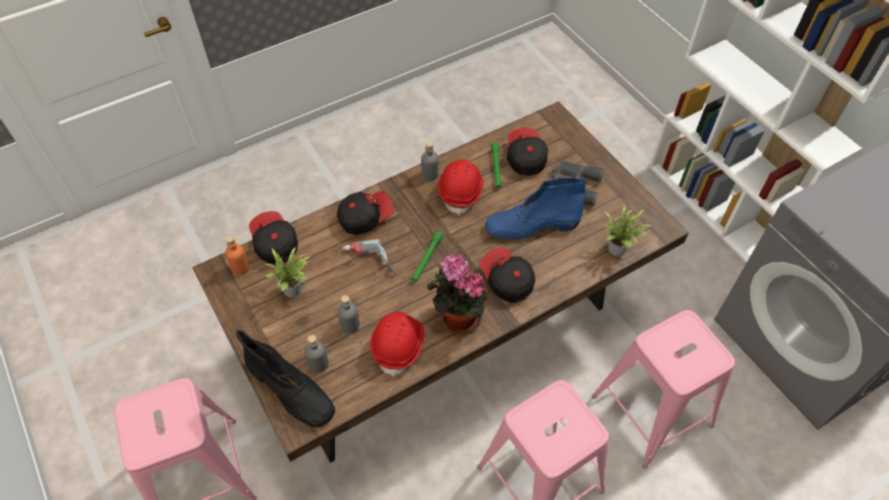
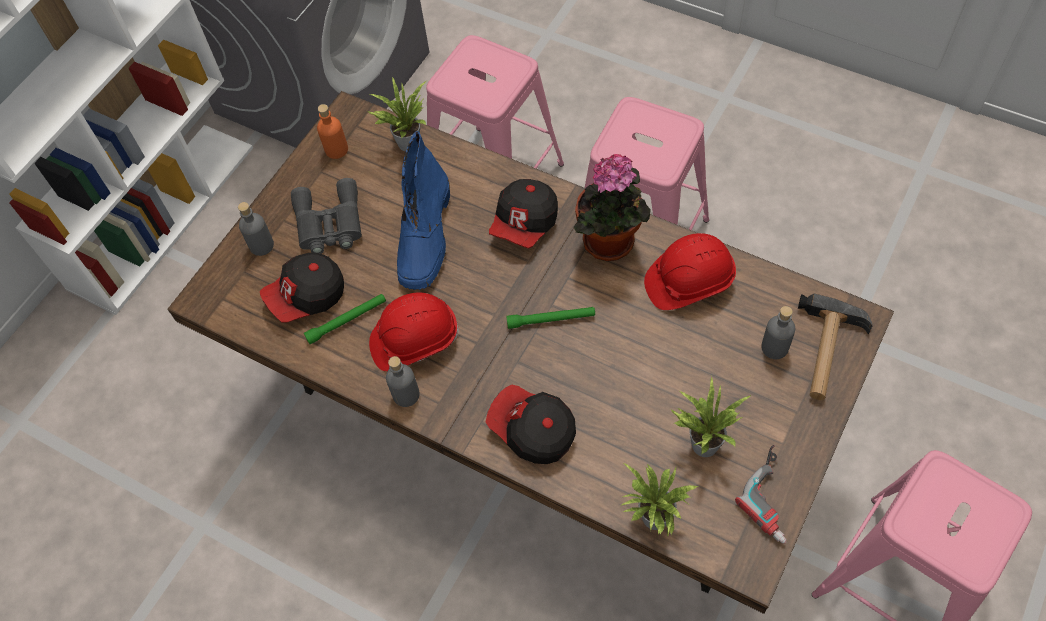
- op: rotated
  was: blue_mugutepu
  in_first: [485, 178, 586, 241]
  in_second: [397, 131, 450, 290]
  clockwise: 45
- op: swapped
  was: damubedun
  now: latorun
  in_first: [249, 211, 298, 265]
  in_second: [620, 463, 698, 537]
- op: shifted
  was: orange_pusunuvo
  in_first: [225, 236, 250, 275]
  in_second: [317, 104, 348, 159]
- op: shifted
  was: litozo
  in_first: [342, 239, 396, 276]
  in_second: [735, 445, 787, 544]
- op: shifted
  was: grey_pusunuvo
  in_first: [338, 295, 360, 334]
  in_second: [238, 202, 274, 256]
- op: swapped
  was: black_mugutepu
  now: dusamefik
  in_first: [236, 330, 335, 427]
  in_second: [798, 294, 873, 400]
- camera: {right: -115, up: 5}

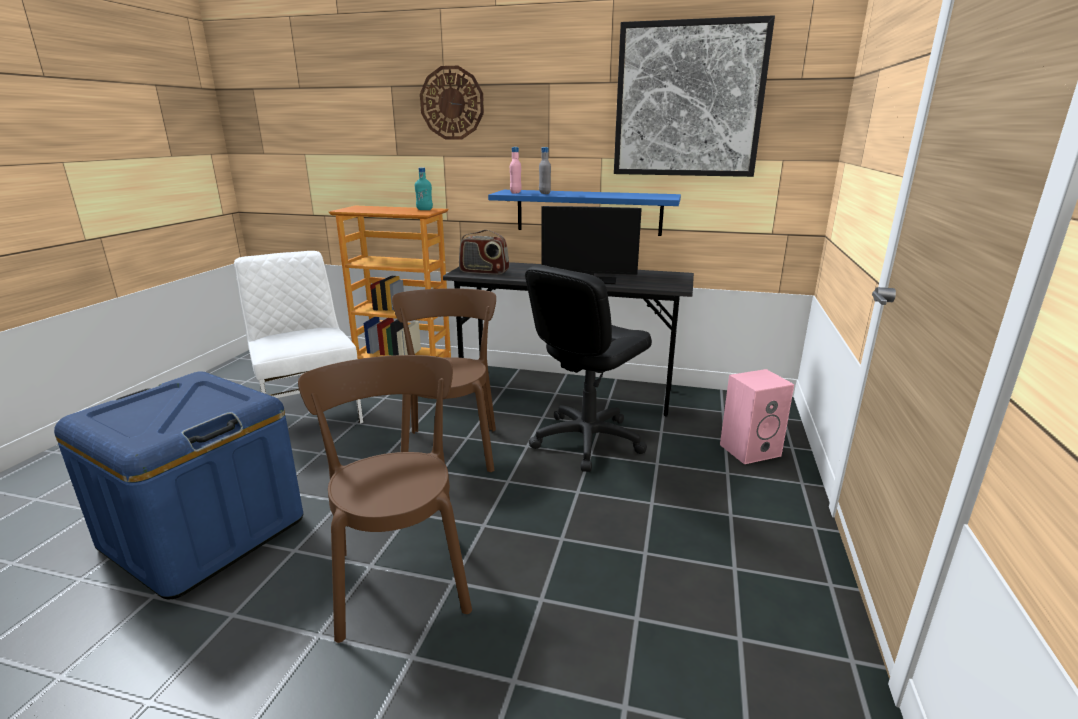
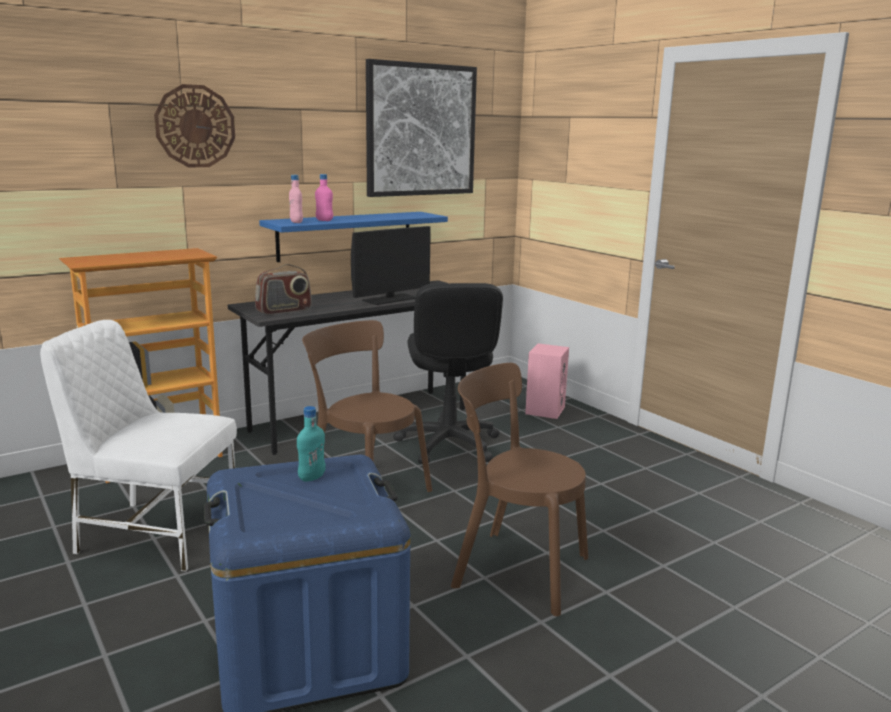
- op: repainted
  was: grey_pusunuvo
  now: pink_pusunuvo
  in_first: [539, 147, 551, 194]
  in_second: [315, 174, 333, 221]
- op: shifted
  was: turquoise_pusunuvo
  in_first: [415, 167, 433, 210]
  in_second: [297, 406, 326, 482]
- camera: {right: -50, up: -5}

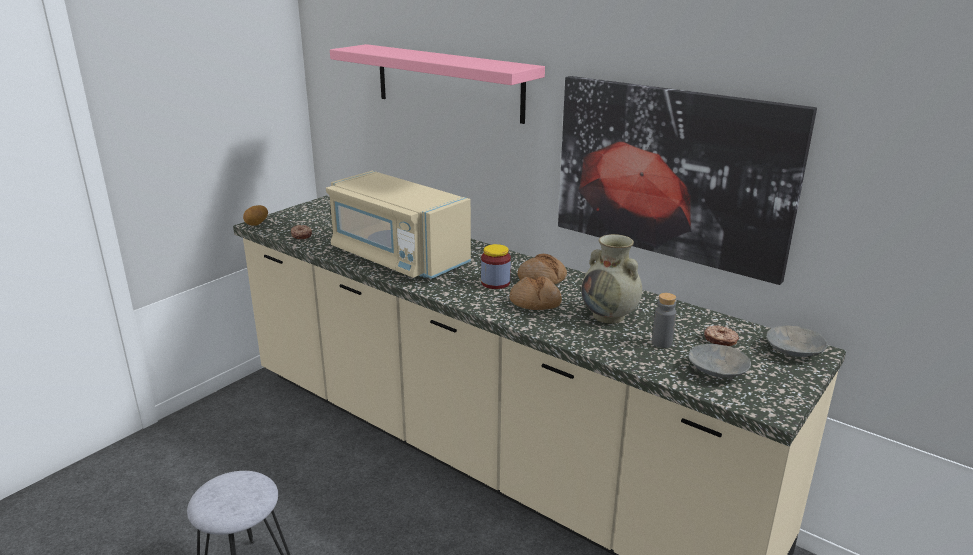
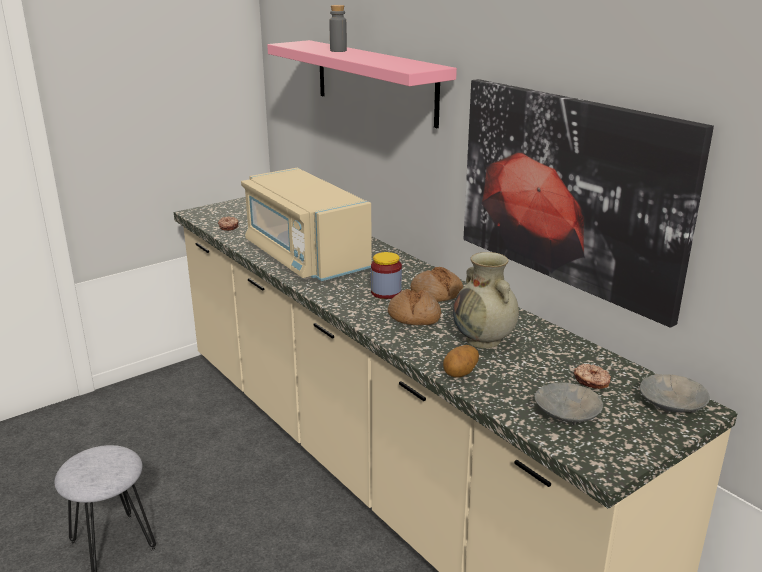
- op: shifted
  was: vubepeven
  in_first: [243, 205, 268, 226]
  in_second: [443, 345, 479, 378]
- op: shifted
  was: grey_pusunuvo
  in_first: [652, 293, 676, 348]
  in_second: [329, 5, 347, 52]
- camera: {right: 15, up: 0}

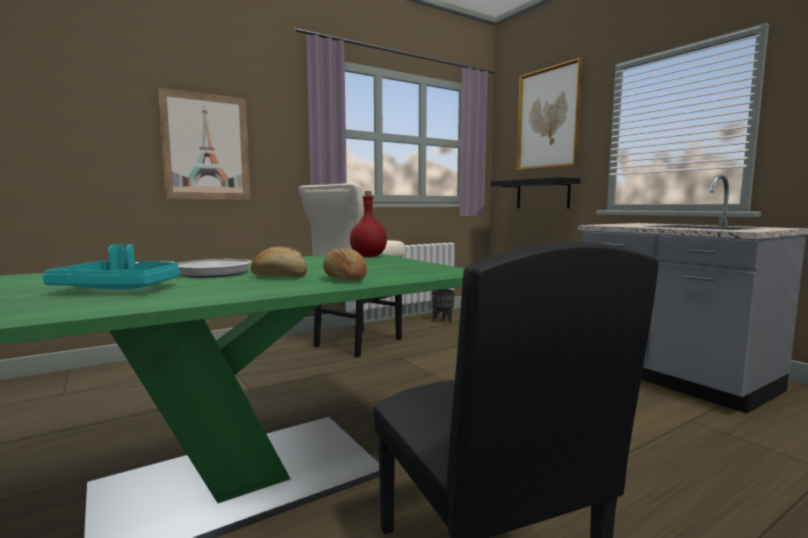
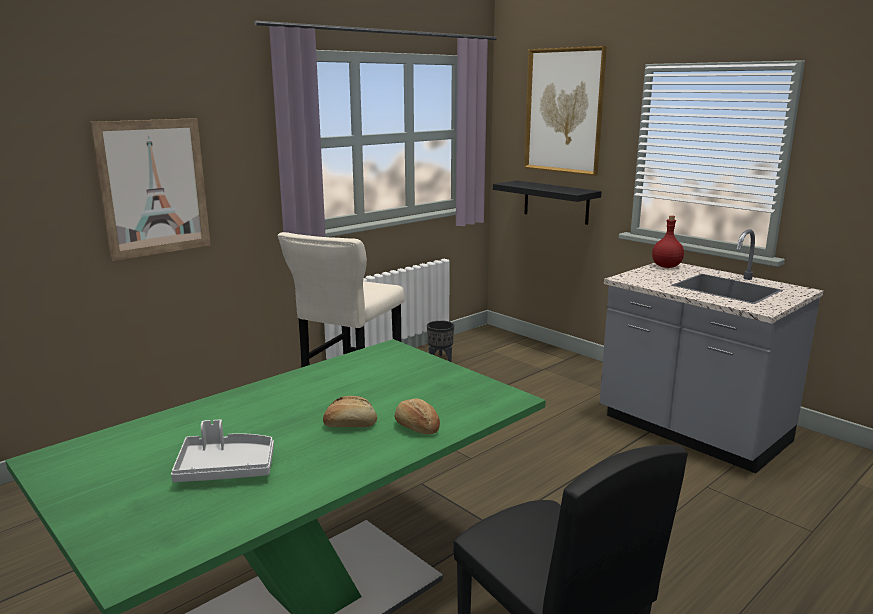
- op: shifted
  was: red_pusunuvo
  in_first: [350, 191, 387, 257]
  in_second: [652, 215, 684, 268]
- op: repainted
  was: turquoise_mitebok
  now: grey_mitebok
  in_first: [43, 245, 180, 289]
  in_second: [171, 419, 274, 482]
- op: gone
  was: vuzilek
  in_first: [135, 259, 251, 278]
- camera: {right: -10, up: 10}

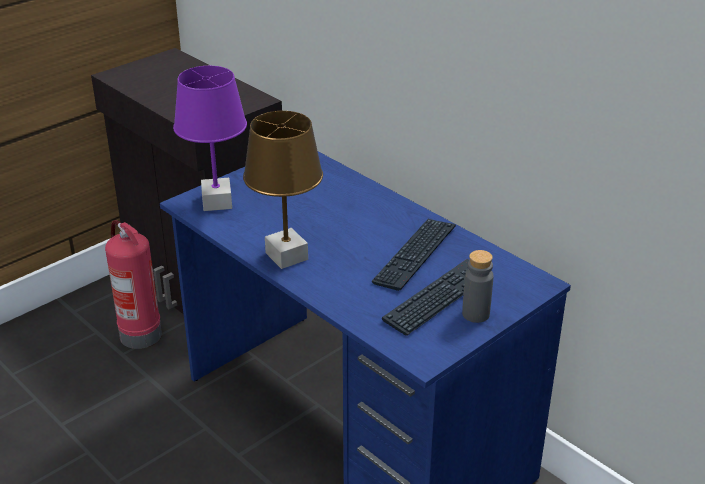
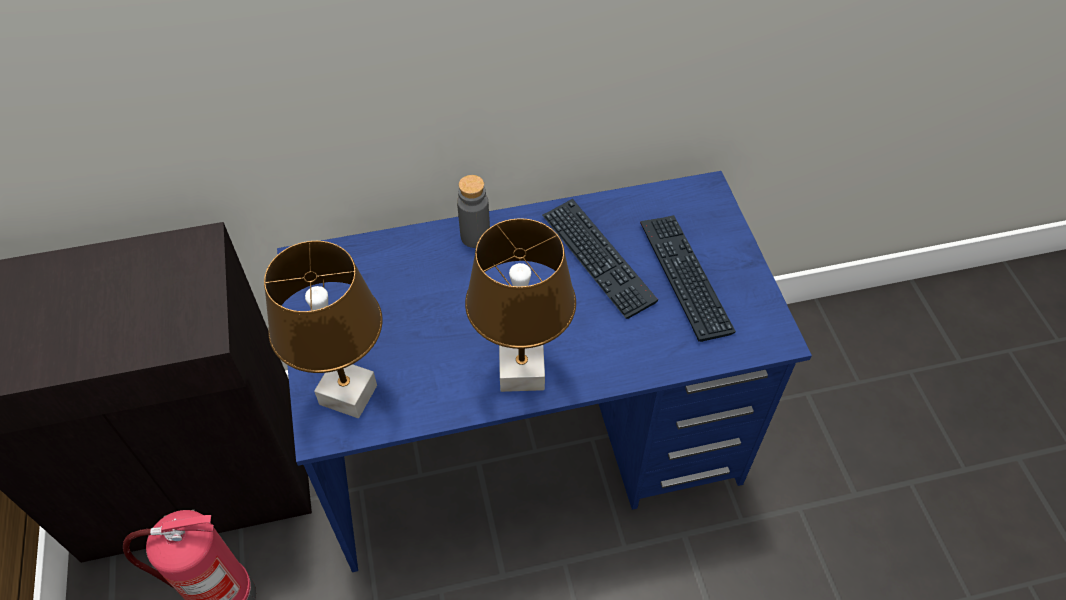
- op: repainted
  was: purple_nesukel
  now: brown_nesukel
  in_first: [173, 66, 247, 211]
  in_second: [264, 241, 383, 418]
- op: shifted
  was: grey_pusunuvo
  in_first: [462, 250, 494, 323]
  in_second: [457, 175, 490, 248]
- camera: {right: -60, up: 20}

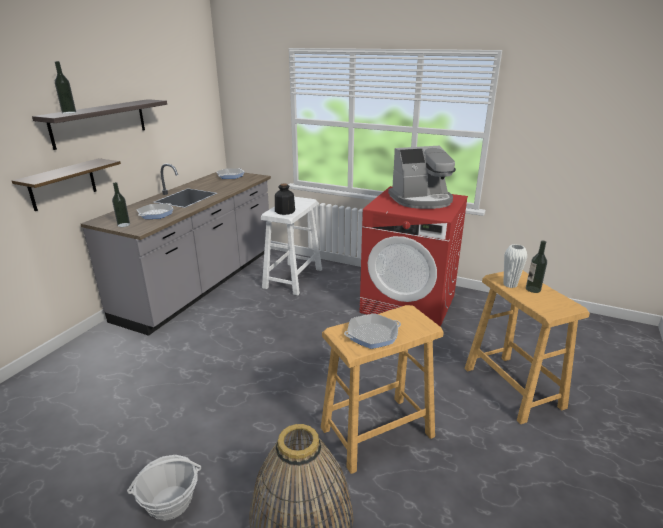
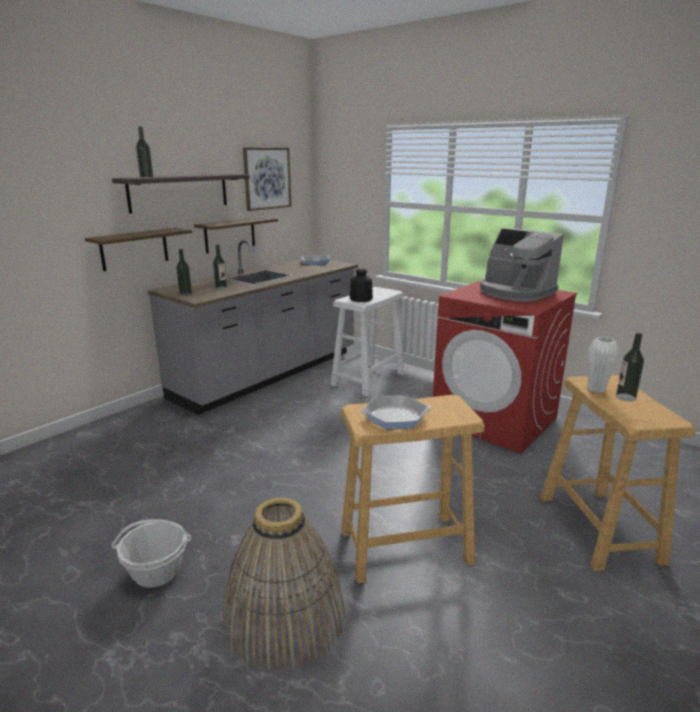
- op: rotated
  was: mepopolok
  in_first: [388, 146, 456, 209]
  in_second: [480, 228, 564, 302]
  clockwise: 45
- op: swapped
  was: vuzilek
  now: pusunuvo
  in_first: [137, 203, 173, 219]
  in_second: [213, 245, 227, 289]
- op: new
  now: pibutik
  in_second: [243, 147, 292, 211]
- op: new
  now: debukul
  in_second: [194, 217, 278, 254]
- camera: {right: 15, up: -5}

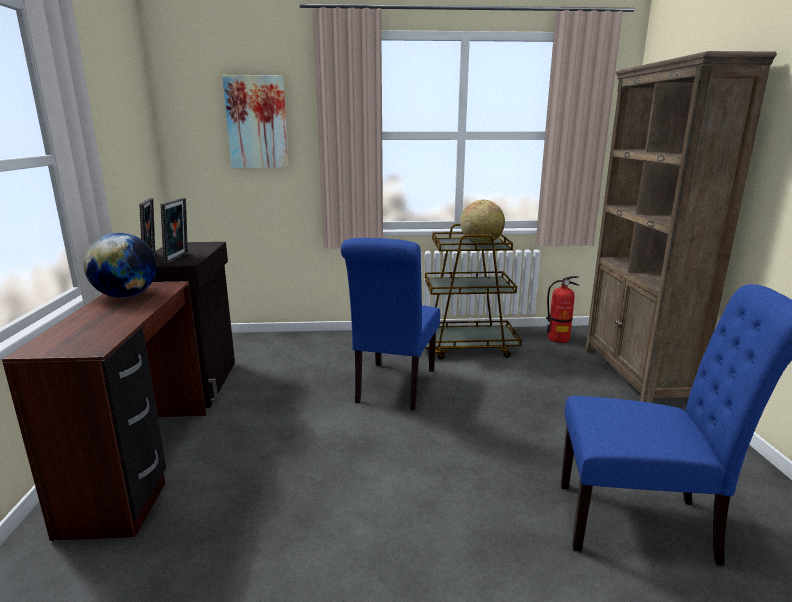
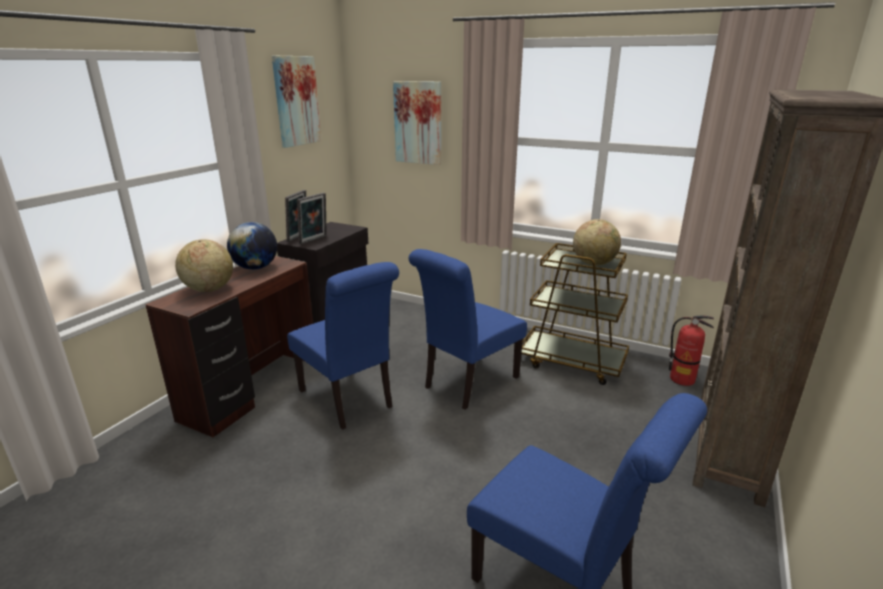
- op: new
  now: pibutik
  in_second: [272, 56, 321, 148]
- op: new
  now: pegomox
  in_second: [175, 239, 233, 292]
- op: new
  now: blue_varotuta
  in_second: [287, 262, 399, 430]
- camera: {right: 30, up: 5}

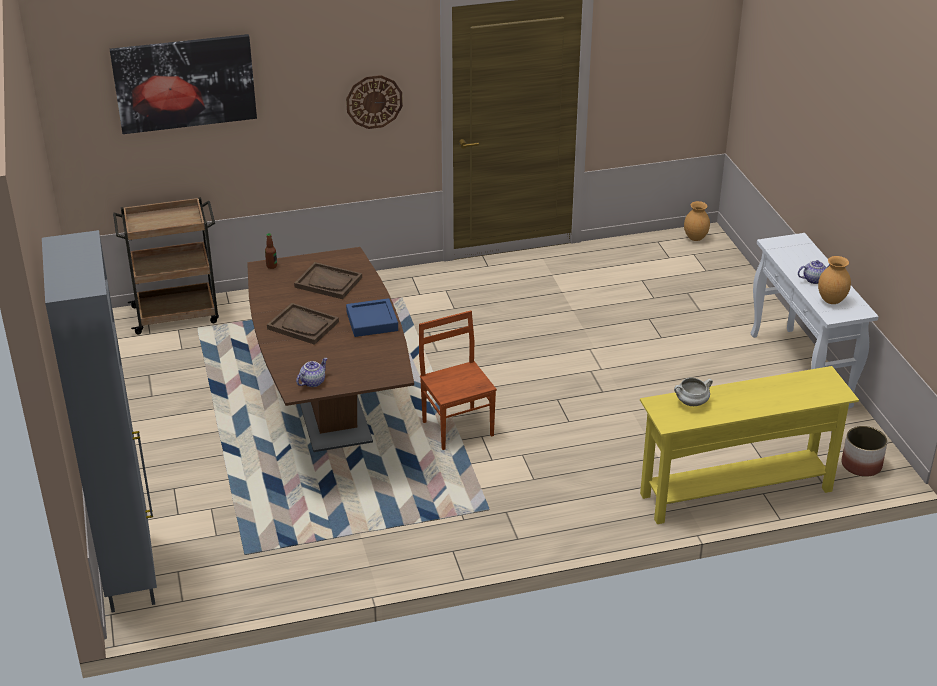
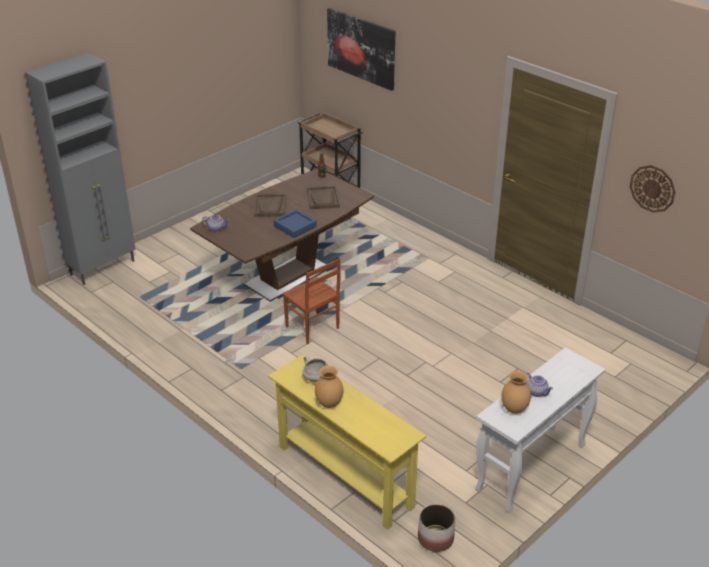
- op: shifted
  was: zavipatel
  in_first: [346, 75, 403, 129]
  in_second: [630, 165, 675, 213]
- op: shifted
  was: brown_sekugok
  in_first: [684, 201, 710, 241]
  in_second: [315, 366, 343, 408]
- op: rotated
  was: brown_varotuta
  in_first: [419, 310, 497, 450]
  in_second: [282, 258, 340, 344]
  clockwise: 105
- camera: {right: 60, up: 0}

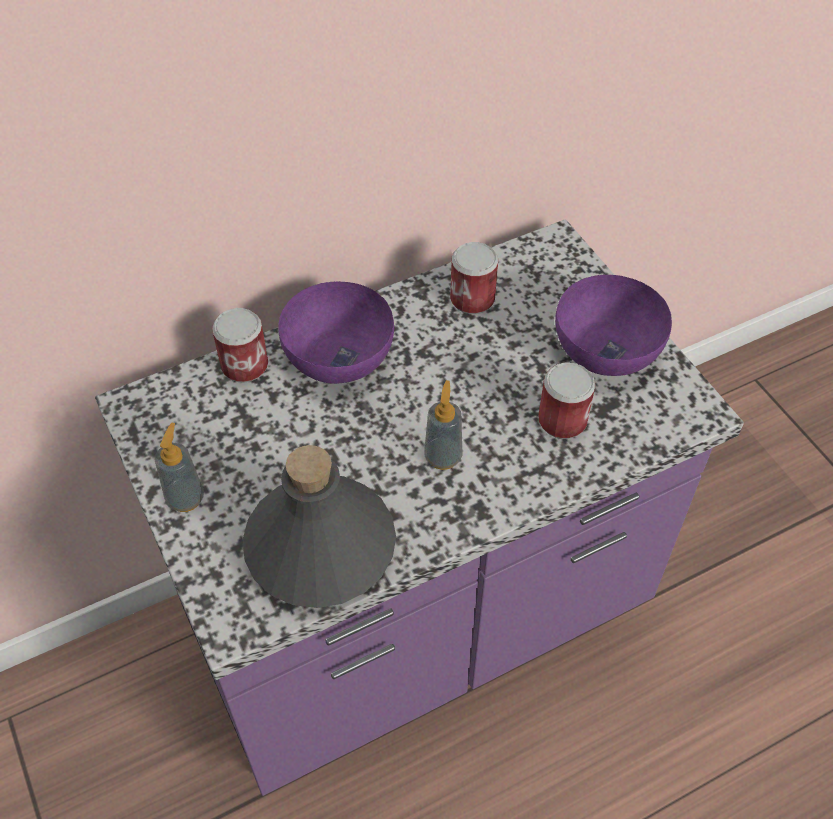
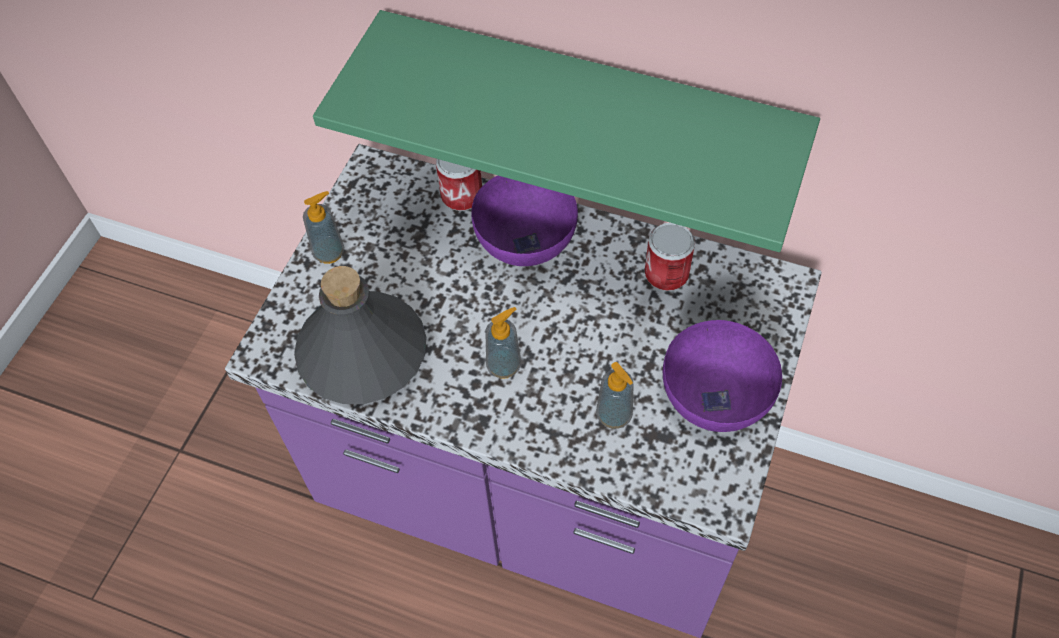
- op: swapped
  was: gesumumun
  now: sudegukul
  in_first: [538, 362, 596, 439]
  in_second: [596, 362, 633, 429]
- op: new
  now: green_debukul
  in_second: [313, 10, 820, 252]
- camera: {right: 50, up: 5}

